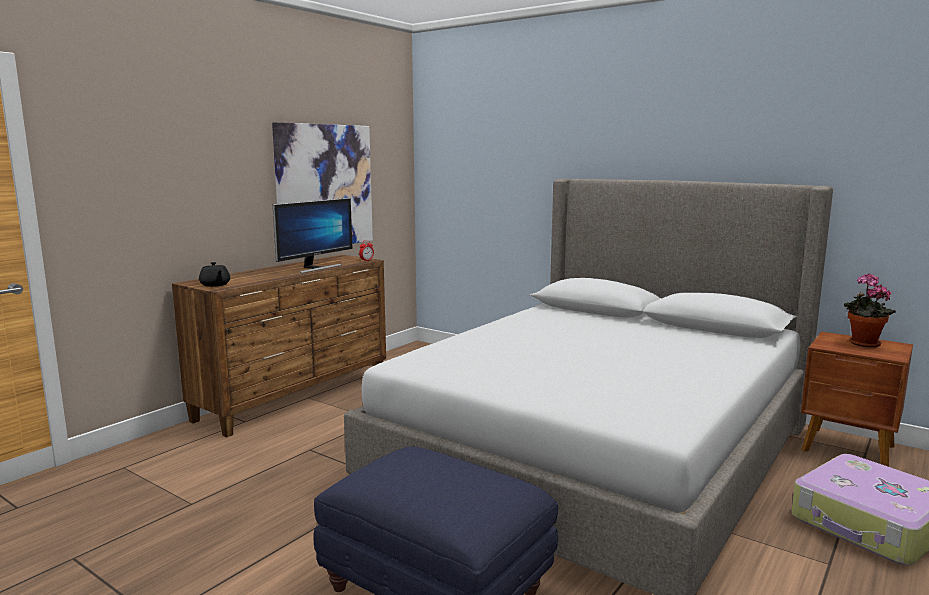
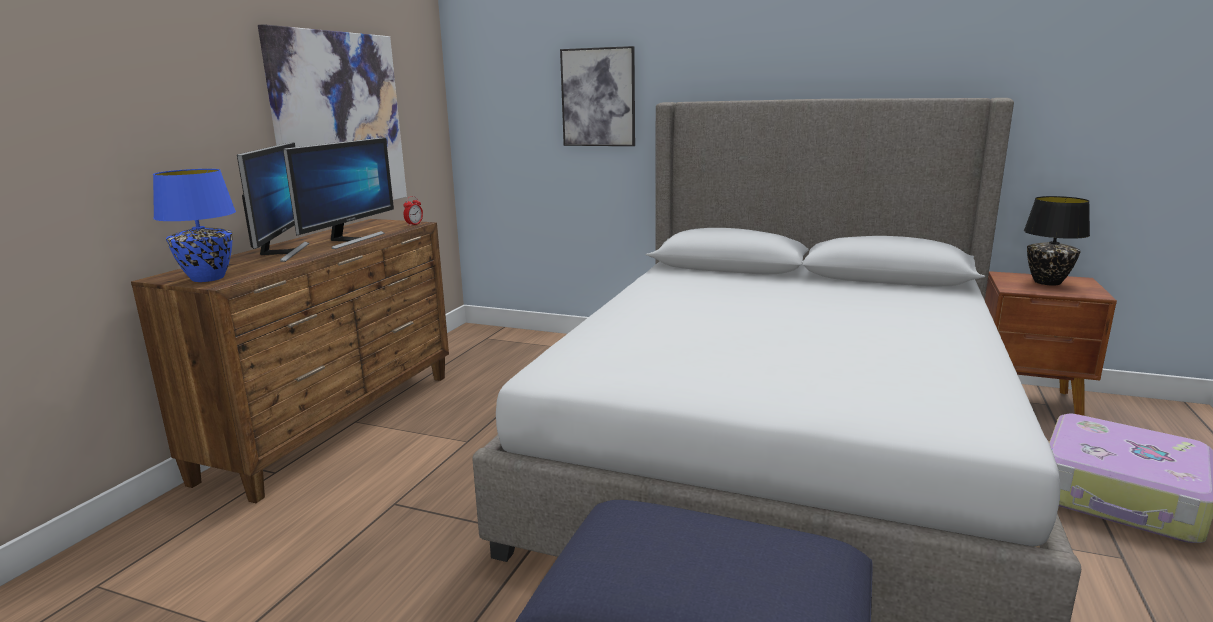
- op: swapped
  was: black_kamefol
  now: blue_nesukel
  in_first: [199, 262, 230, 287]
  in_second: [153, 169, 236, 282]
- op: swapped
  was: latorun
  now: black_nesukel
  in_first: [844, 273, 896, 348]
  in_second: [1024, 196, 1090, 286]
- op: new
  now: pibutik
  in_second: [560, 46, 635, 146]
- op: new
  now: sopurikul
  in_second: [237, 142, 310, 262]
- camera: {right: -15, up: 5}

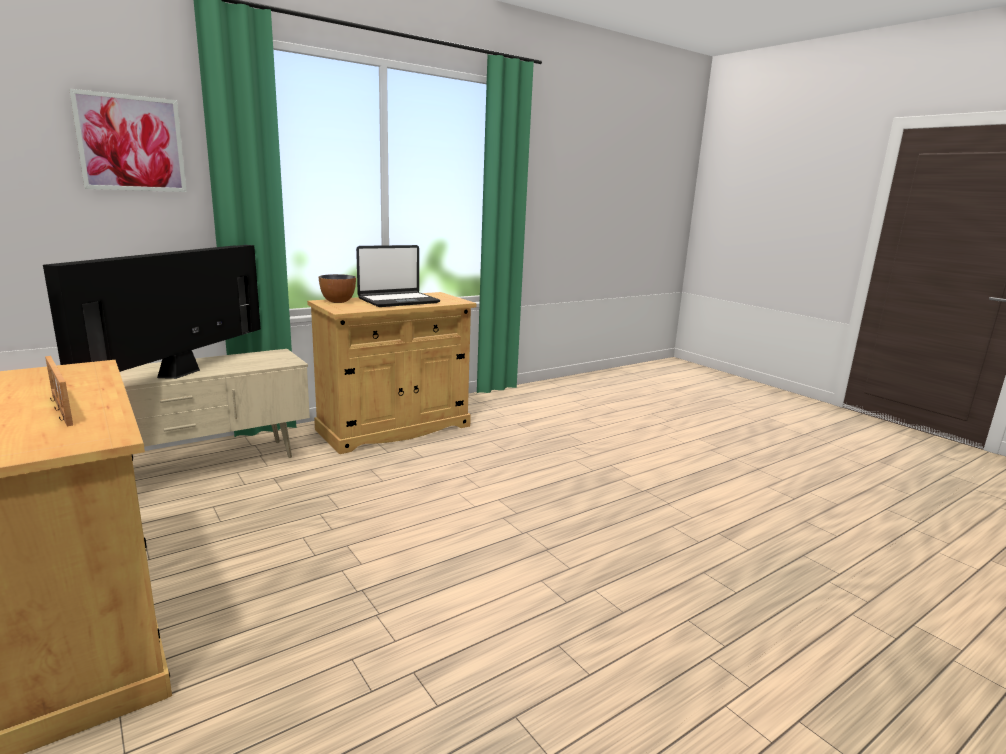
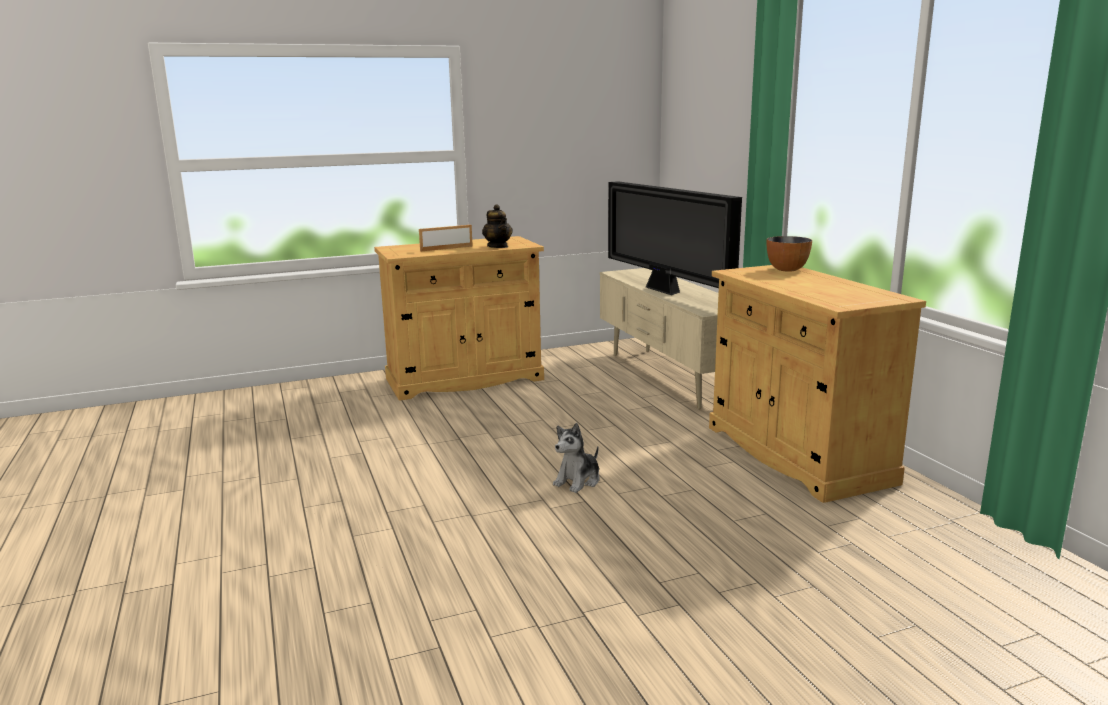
- op: gone
  was: pibutik
  in_first: [69, 89, 187, 192]
- op: rotated
  was: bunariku
  in_first: [43, 245, 261, 379]
  in_second: [608, 181, 742, 295]
  clockwise: -150
- op: gone
  was: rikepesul
  in_first: [356, 245, 440, 307]
- op: new
  now: kamefol
  in_second: [482, 204, 513, 248]
- op: new
  now: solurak
  in_second: [553, 423, 600, 493]
- camera: {right: 105, up: 0}

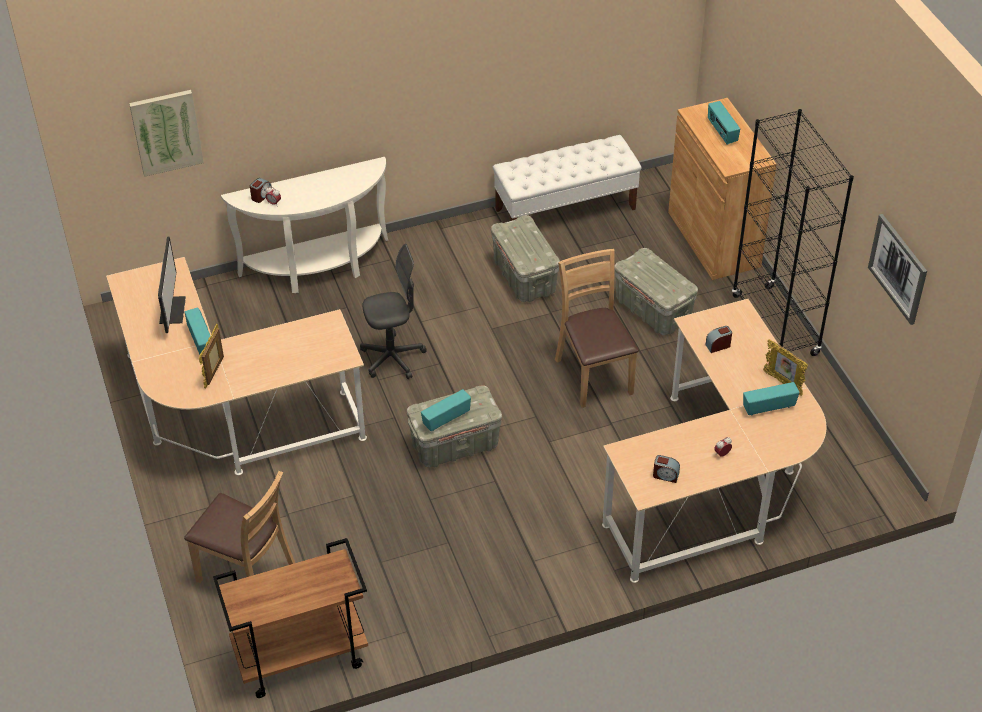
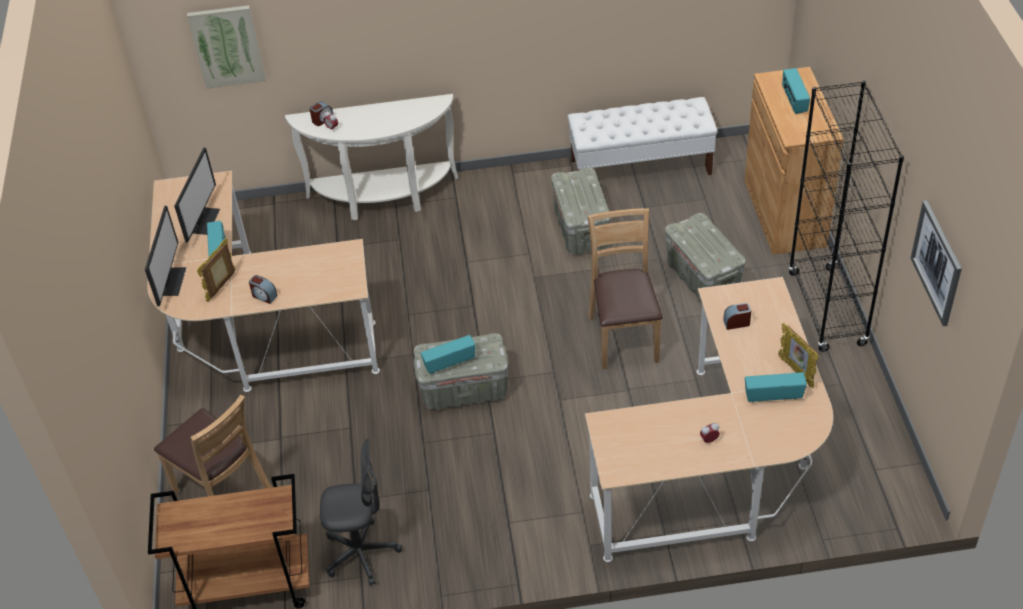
- op: shifted
  was: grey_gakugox
  in_first: [360, 244, 427, 379]
  in_second: [320, 439, 402, 586]
- op: shifted
  was: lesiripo
  in_first: [653, 455, 680, 483]
  in_second: [249, 275, 278, 304]
- op: new
  now: sopurikul
  in_second: [145, 206, 186, 306]
- camera: {right: 15, up: 0}

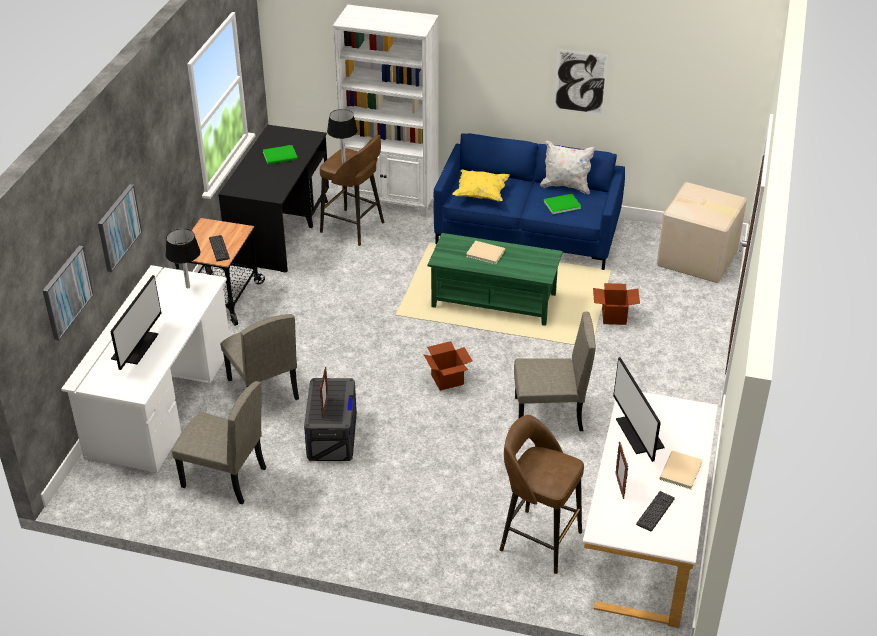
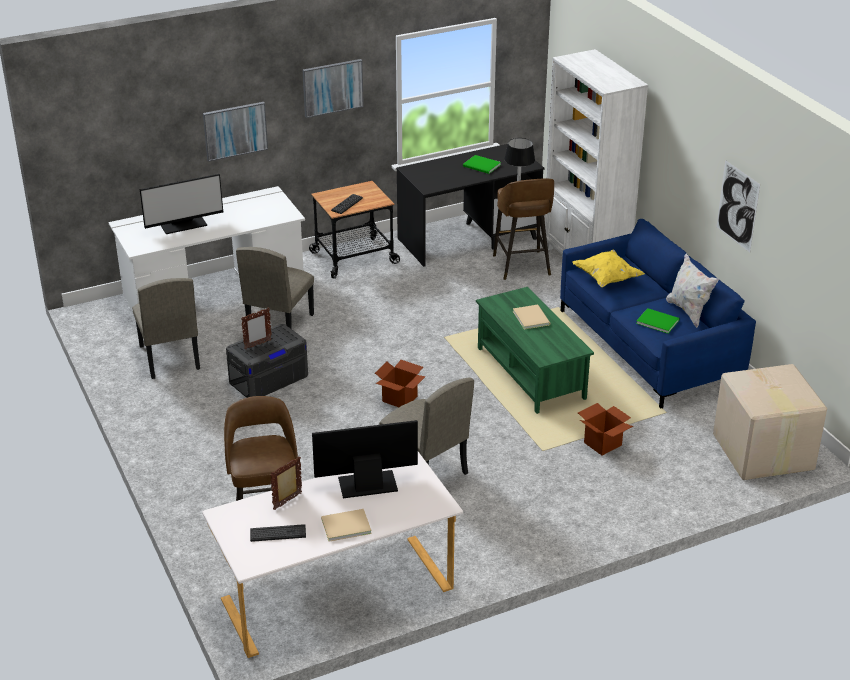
- op: gone
  was: black_nesukel
  in_first: [165, 229, 200, 288]
- op: shifted
  was: pibutik
  in_first: [42, 246, 94, 341]
  in_second: [303, 59, 364, 118]
- op: rotated
  was: sopurikul
  in_first: [613, 357, 665, 462]
  in_second: [312, 420, 418, 498]
  clockwise: 45
- camera: {right: 50, up: -5}

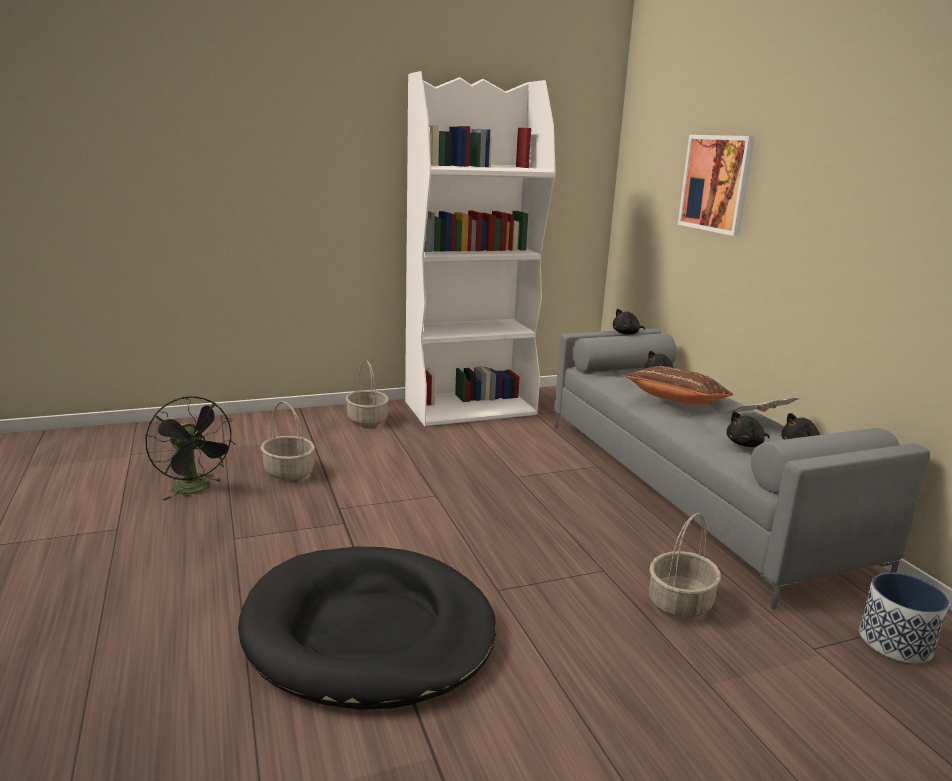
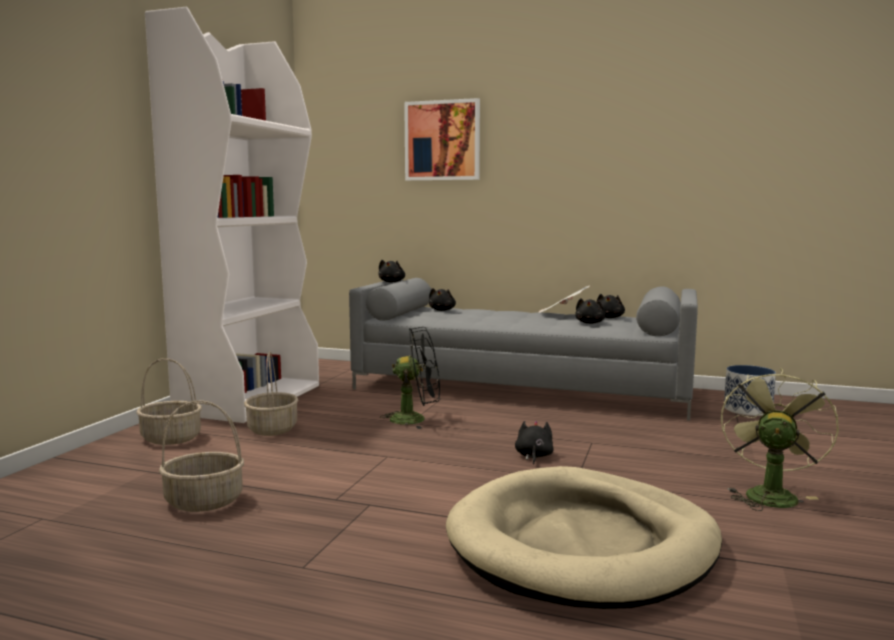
- op: gone
  was: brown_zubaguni
  in_first: [625, 366, 733, 405]
- op: shifted
  was: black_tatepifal
  in_first: [146, 396, 235, 501]
  in_second: [380, 327, 440, 429]
- op: shifted
  was: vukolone
  in_first: [649, 513, 721, 619]
  in_second: [244, 351, 298, 436]
- op: repainted
  was: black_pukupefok
  now: beige_pukupefok
  in_first: [238, 547, 496, 710]
  in_second: [446, 466, 722, 609]
- op: new
  now: green_tatepifal
  in_second: [721, 368, 839, 511]
- op: new
  now: black_solurak
  in_second: [515, 421, 554, 465]
- camera: {right: -50, up: -10}

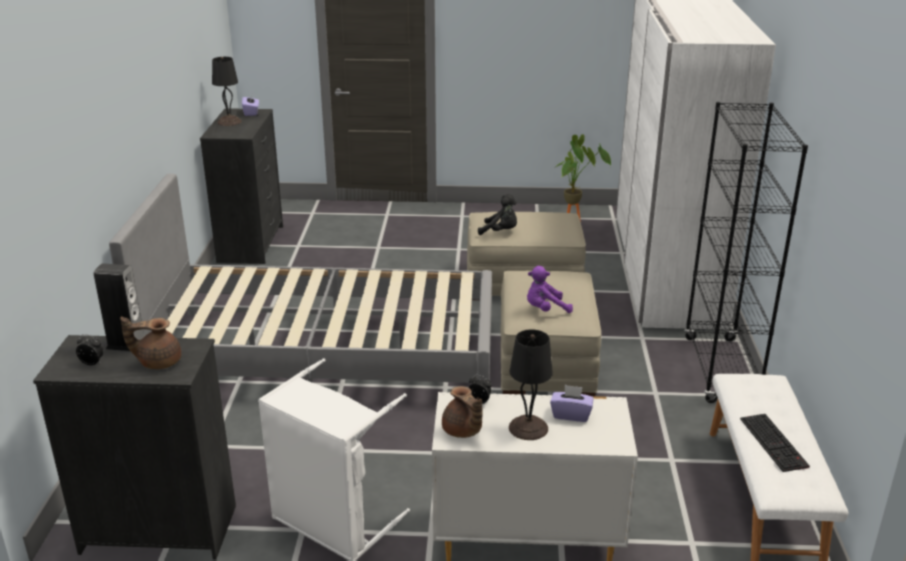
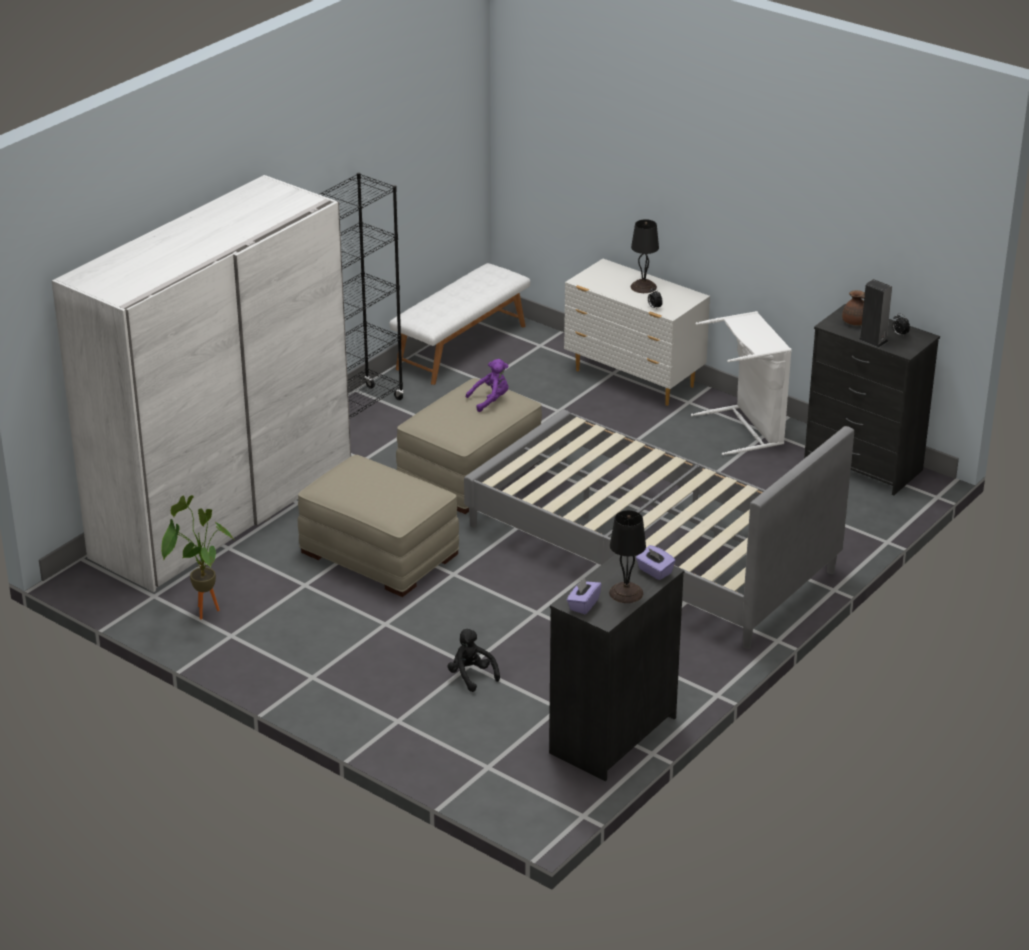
- op: shifted
  was: black_solurak
  in_first: [478, 194, 517, 235]
  in_second: [448, 629, 500, 692]
- op: rotated
  was: purple_solurak
  in_first: [527, 266, 573, 313]
  in_second: [466, 359, 509, 412]
  clockwise: -45
- op: shifted
  was: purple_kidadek
  in_first: [550, 385, 593, 422]
  in_second: [636, 545, 676, 580]
- op: gone
  was: brown_kamefol
  in_first: [442, 386, 483, 438]
- op: gone
  was: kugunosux
  in_first: [740, 414, 810, 472]
- camera: {right: -145, up: 5}

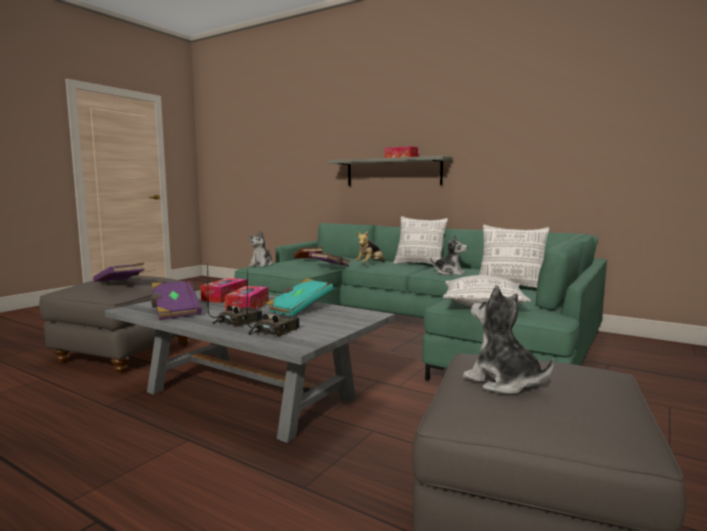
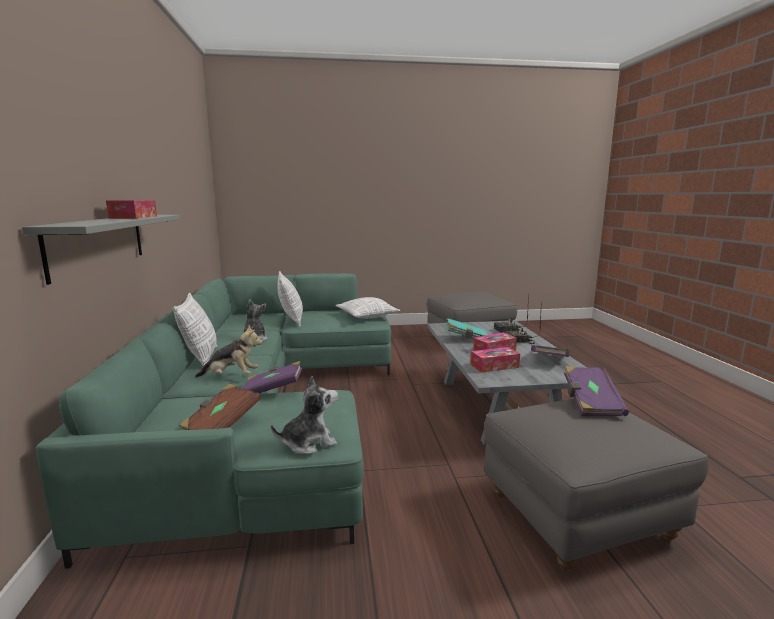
- op: gone
  was: solurak
  in_first: [463, 285, 554, 394]
- camera: {right: -130, up: 5}

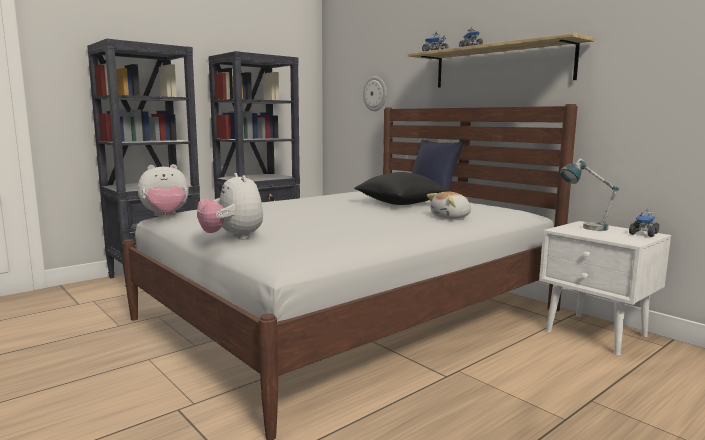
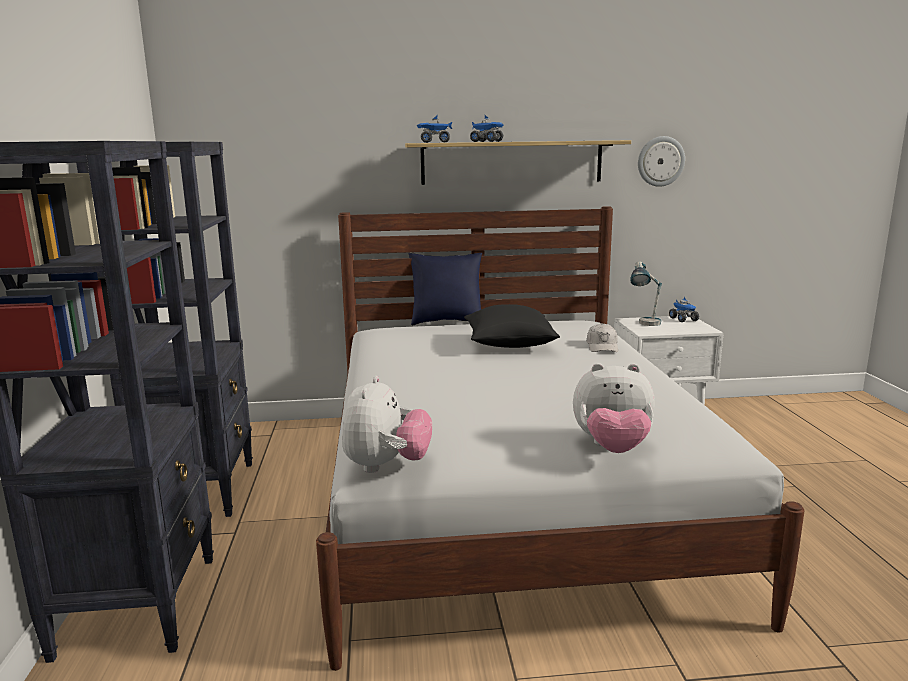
- op: shifted
  was: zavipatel
  in_first: [363, 76, 387, 111]
  in_second: [638, 136, 685, 187]
- op: swapped
  was: solurak
  now: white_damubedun
  in_first: [427, 191, 471, 219]
  in_second: [586, 323, 618, 352]
- camera: {right: -55, up: 5}

